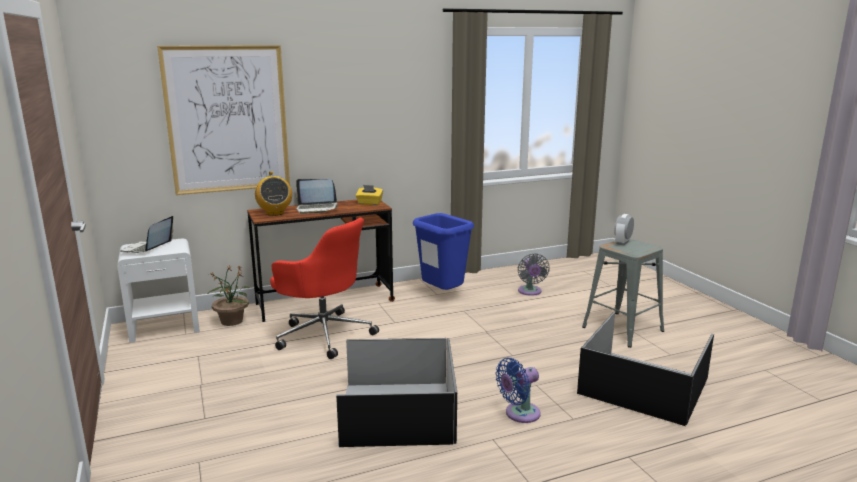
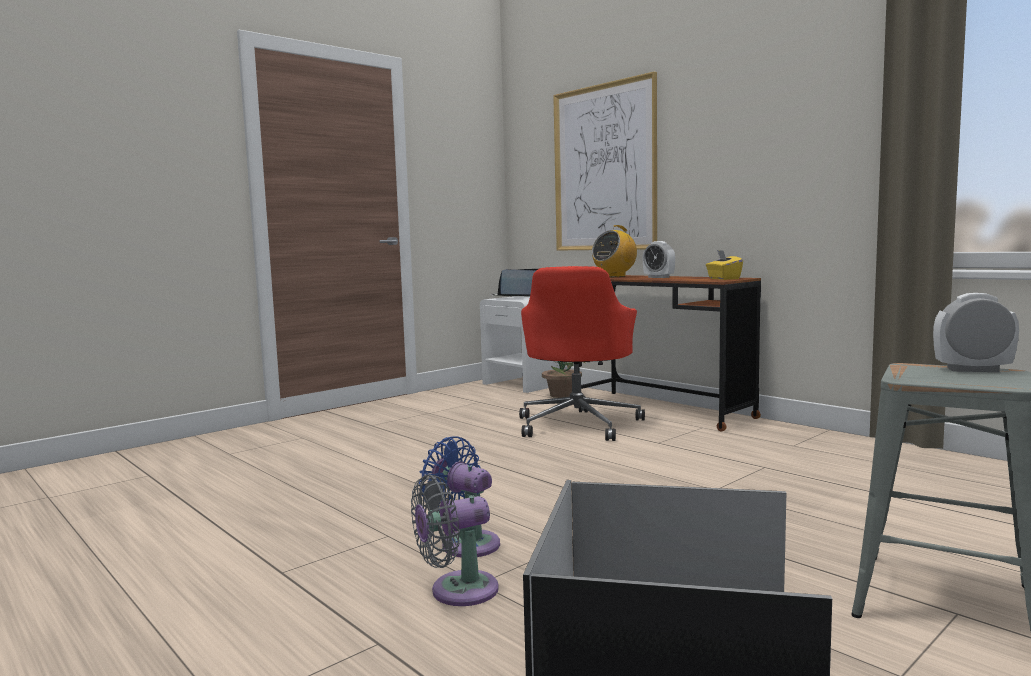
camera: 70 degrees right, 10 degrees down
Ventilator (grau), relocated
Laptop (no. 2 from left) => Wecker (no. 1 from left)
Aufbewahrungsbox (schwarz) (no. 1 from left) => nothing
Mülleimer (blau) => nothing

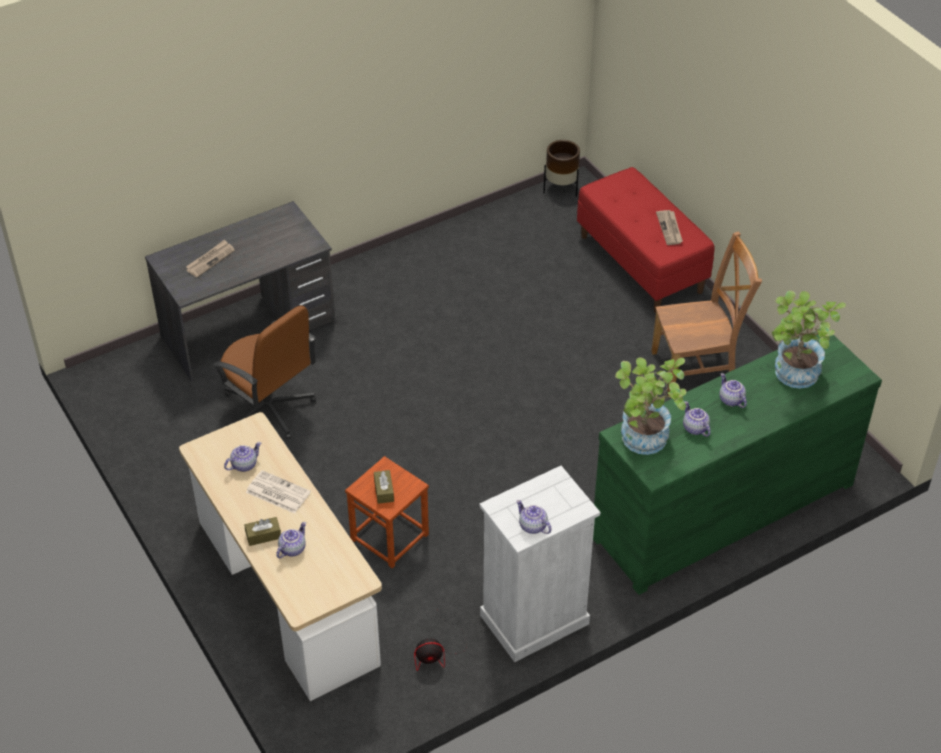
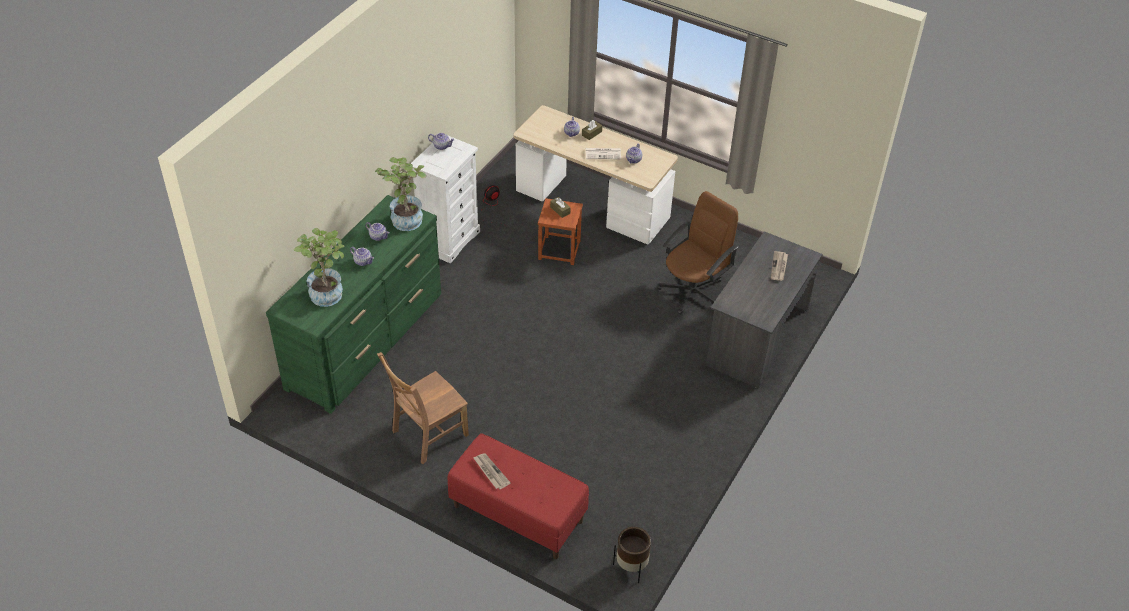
camera: 150 degrees right, 0 degrees up
Bürostuhl (braun), 120 degrees clockwise

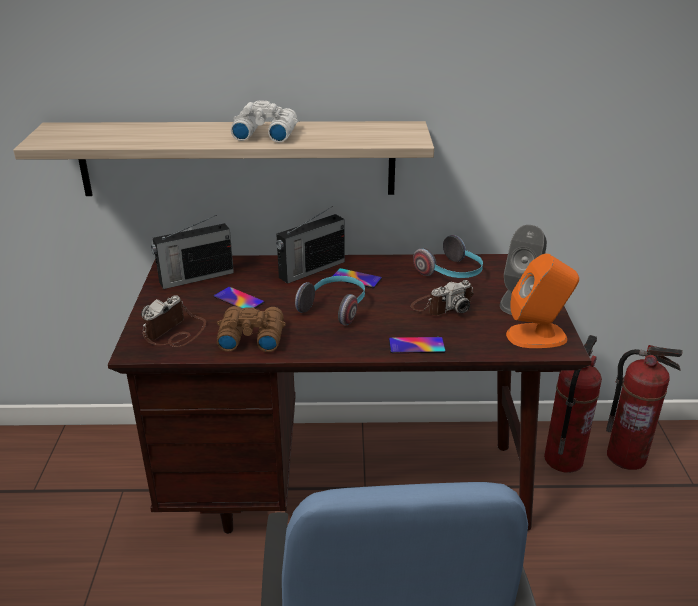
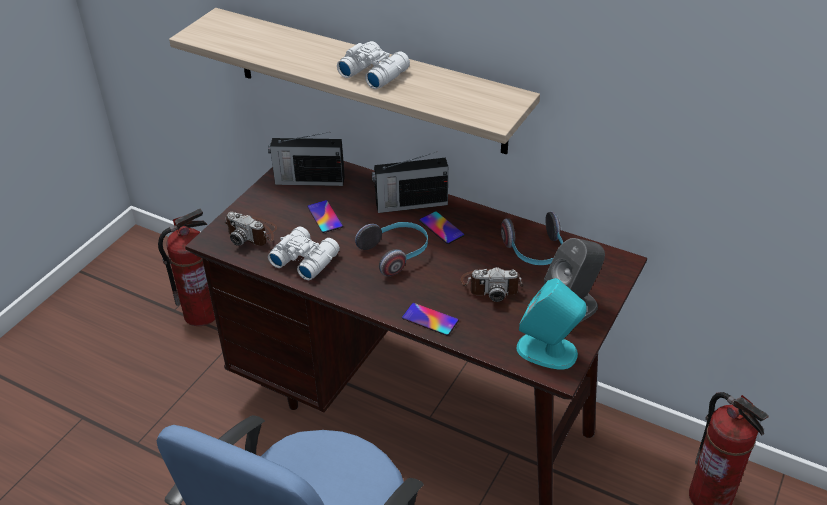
camera: 30 degrees right, 10 degrees up
Feuerlöscher (no. 1 from left), relocated
Kamera (no. 1 from left), 120 degrees counterclockwise
Fernglas (braun) => Fernglas (weiß) (no. 1 from left)
Lautsprecher (orange) => Lautsprecher (türkis)

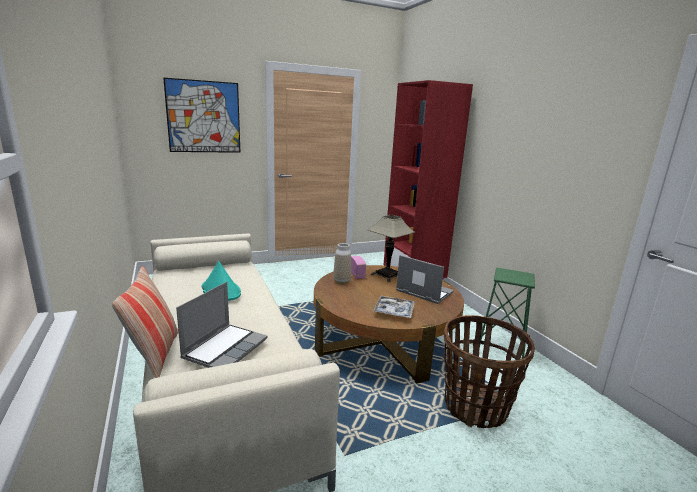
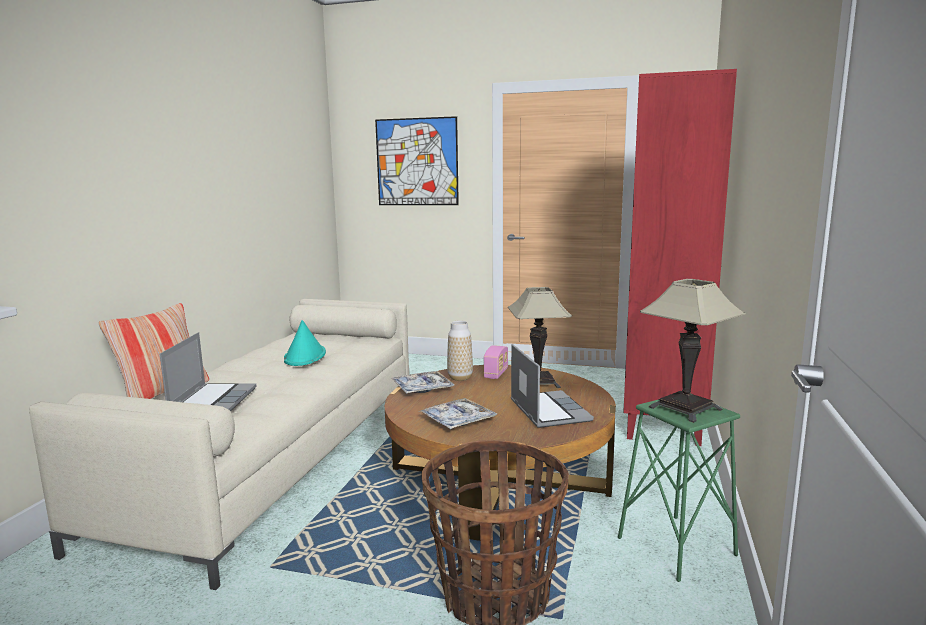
camera: 40 degrees right, 5 degrees down
Laptop (no. 1 from left), 60 degrees counterclockwise
nothing => Tablett (no. 1 from left)
nothing => Tischlampe (no. 2 from left)

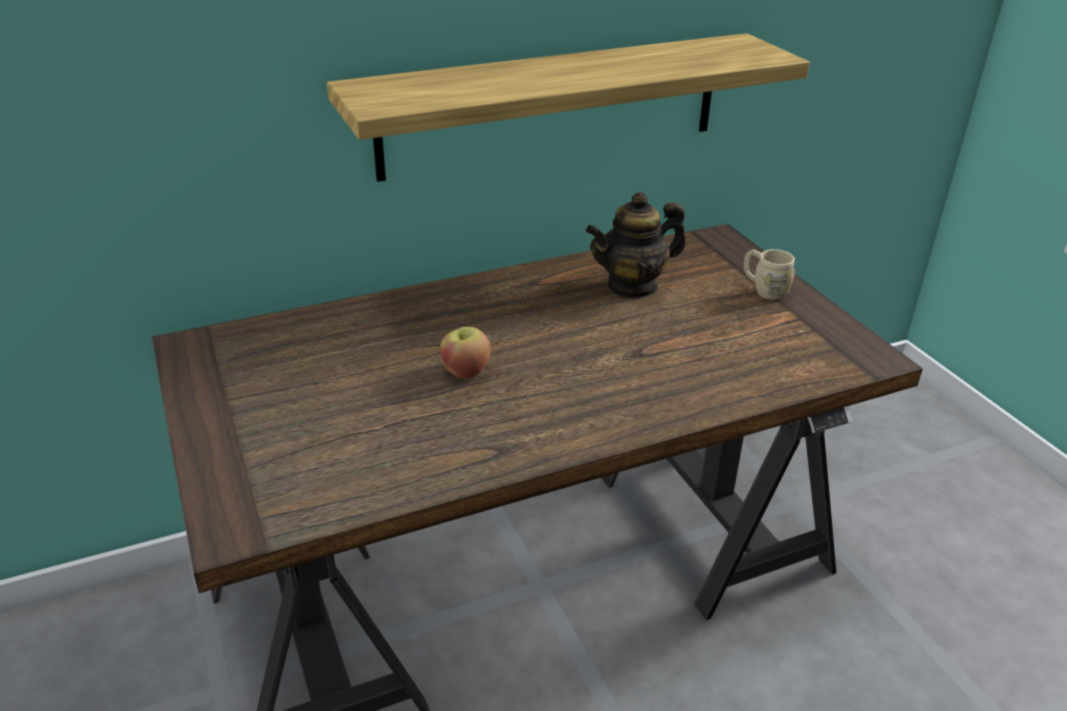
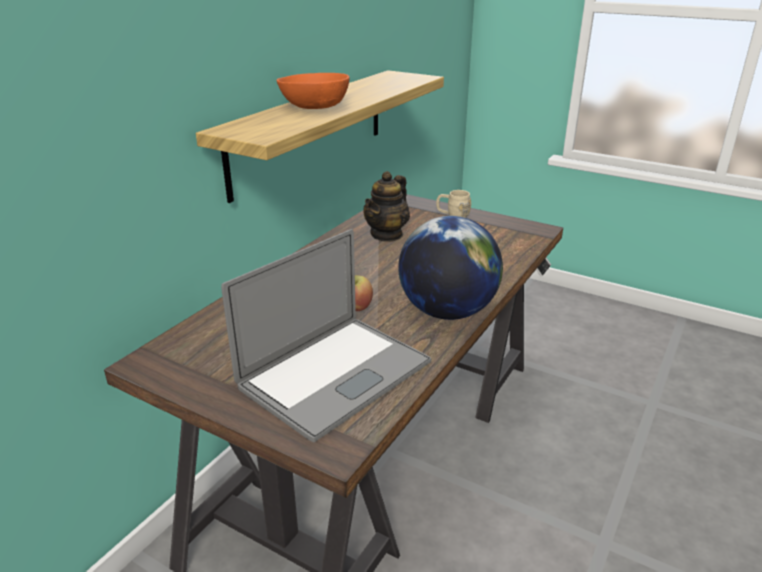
camera: 35 degrees left, 5 degrees down
nothing => Laptop
nothing => Schüssel (orange)
nothing => Globus

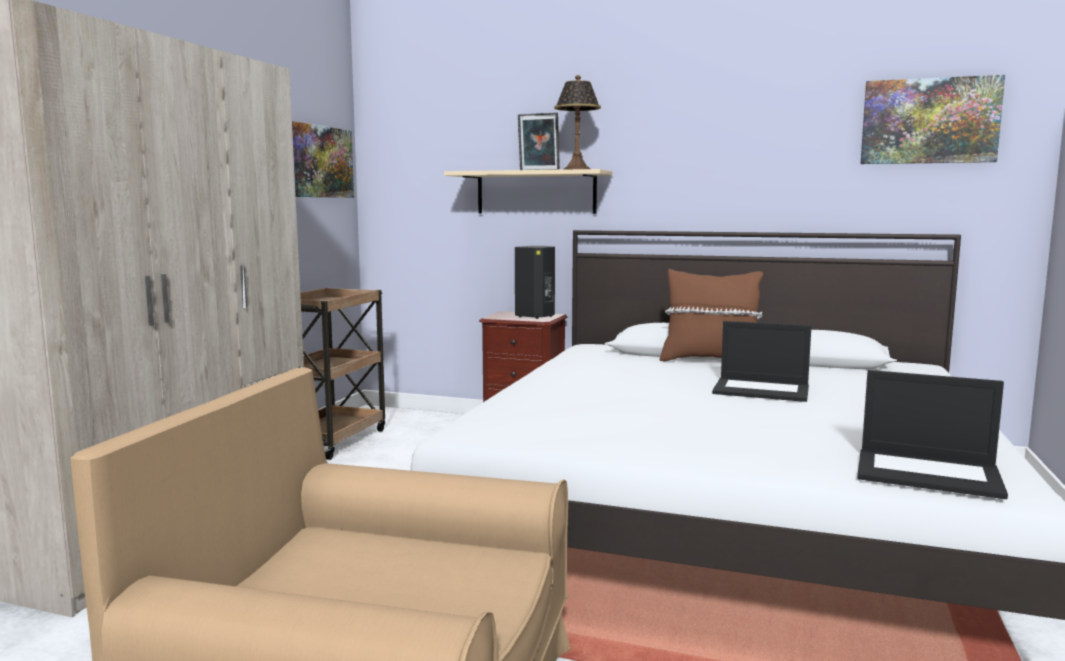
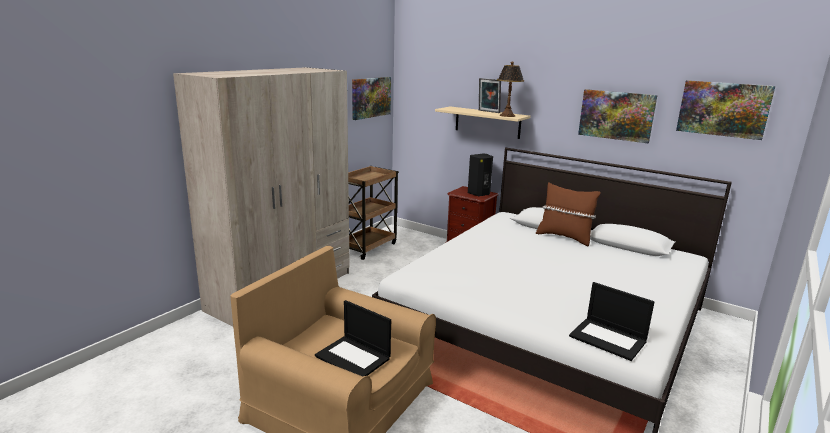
camera: 15 degrees right, 10 degrees up
Laptop (no. 1 from left), relocated
nothing => Bild (no. 2 from left)

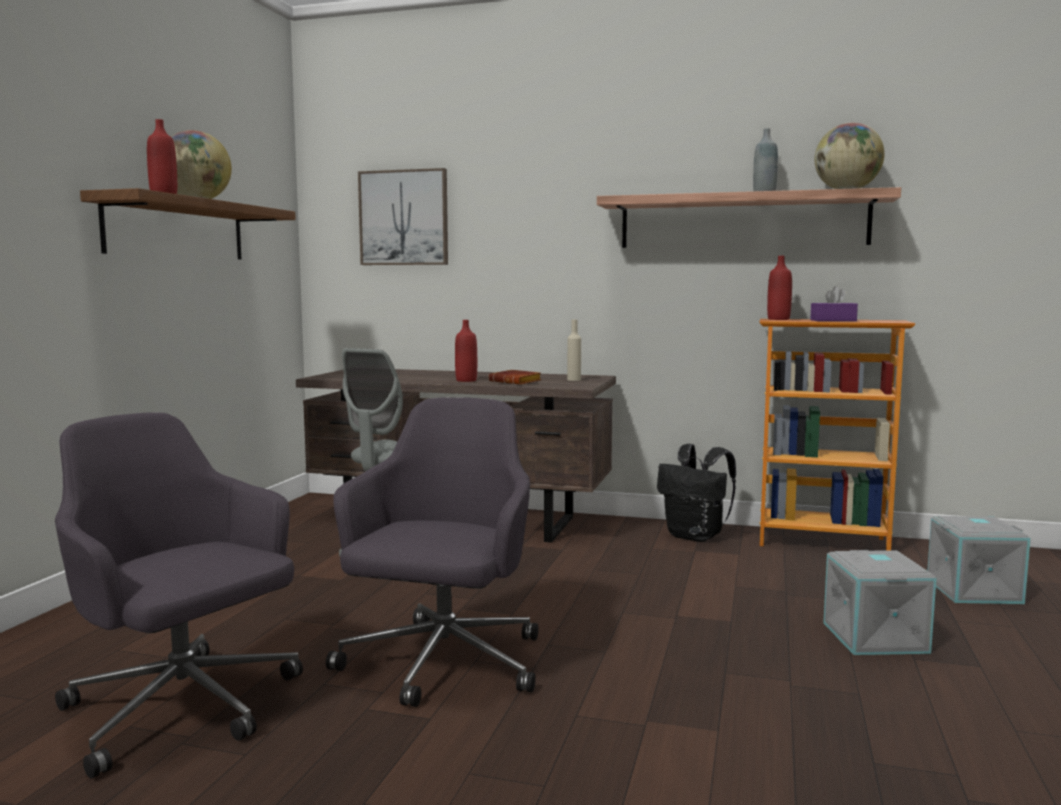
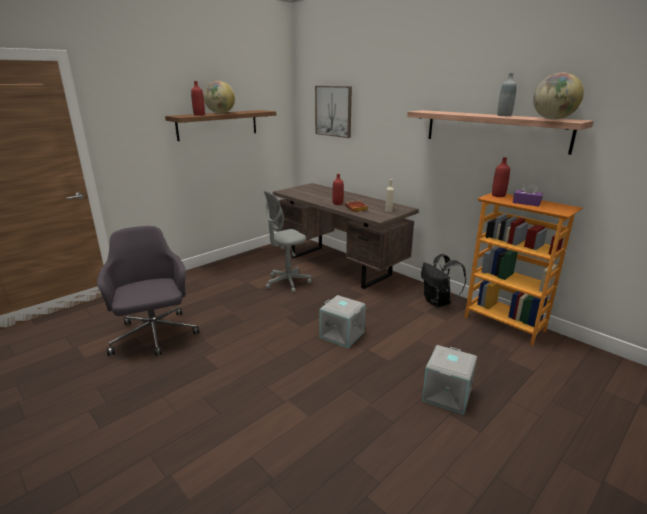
camera: 30 degrees right, 15 degrees up
Aufbewahrungsbox (grau) (no. 2 from left in the first image) => Aufbewahrungsbox (grau) (no. 1 from left), relocated
Bürostuhl (grau) (no. 3 from left) => nothing

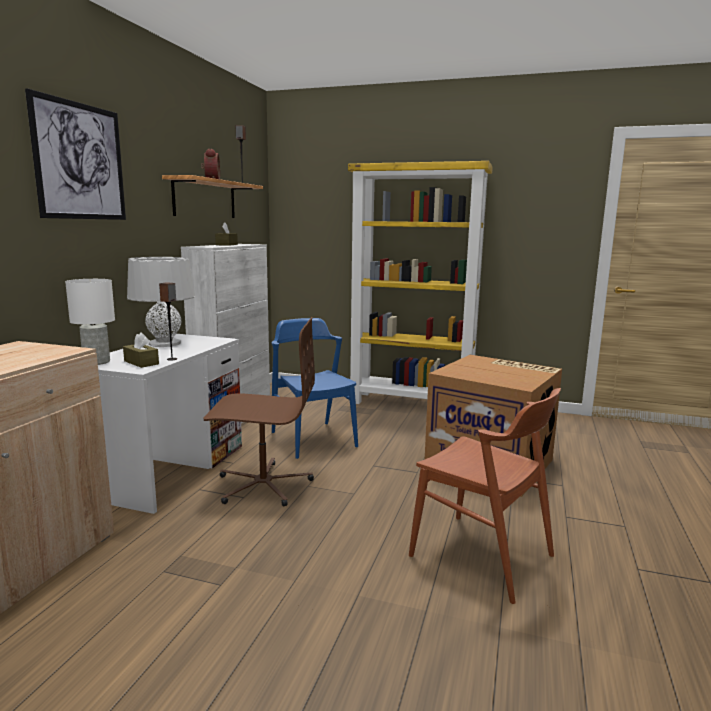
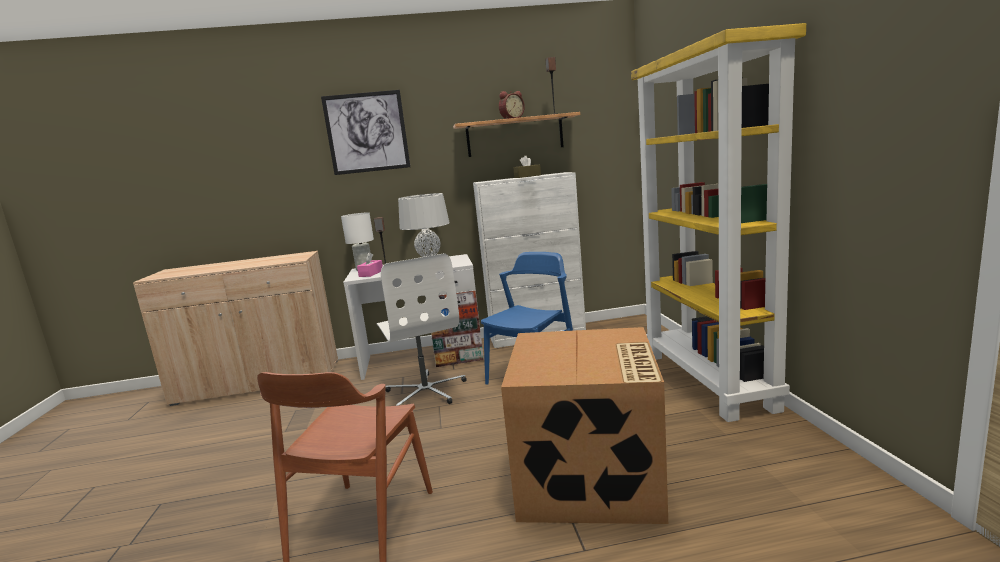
camera: 65 degrees right, 0 degrees up
Taschentuchbox (braun) (no. 1 from left) => Taschentuchbox (rosa)
Bürostuhl (braun) => Bürostuhl (weiß)

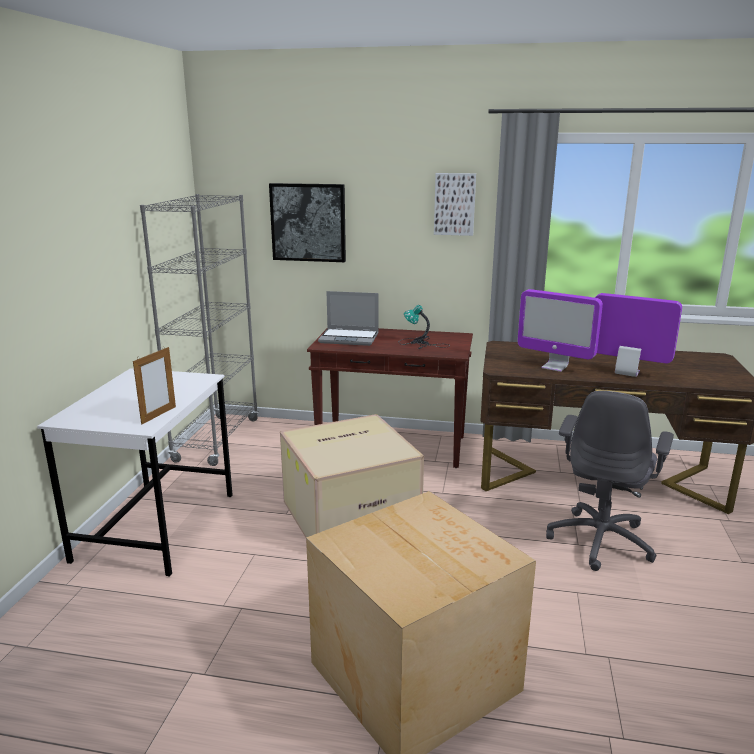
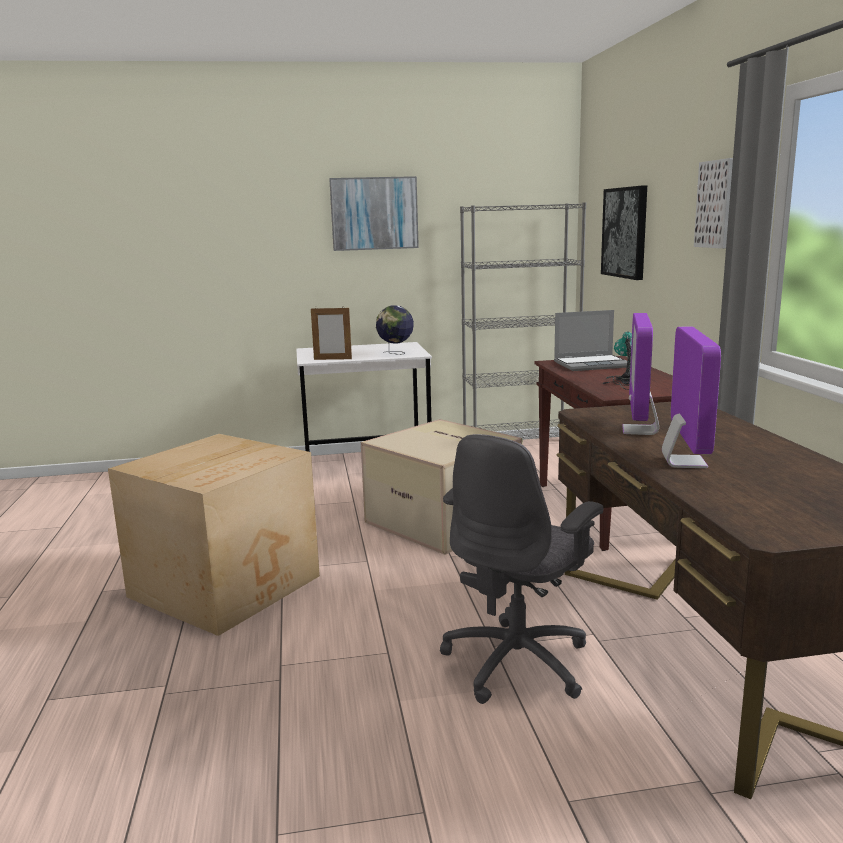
camera: 70 degrees right, 5 degrees down
nothing => Bild (no. 1 from left)
nothing => Globus
Bürostuhl (grau), 60 degrees counterclockwise
Laptop, 90 degrees counterclockwise

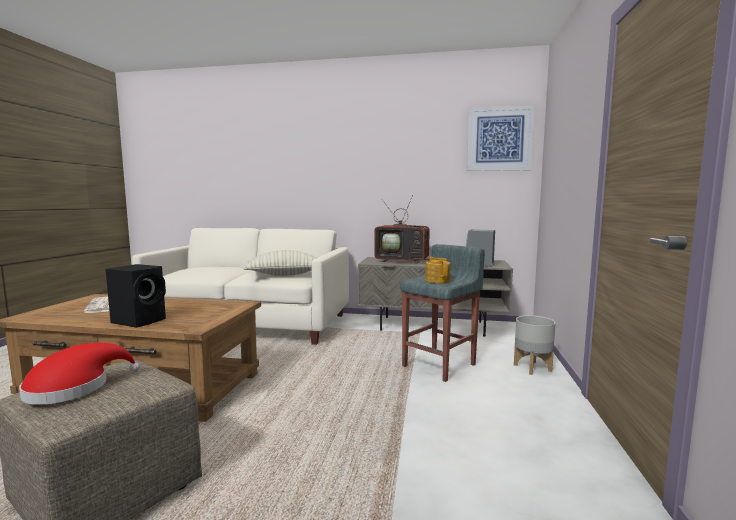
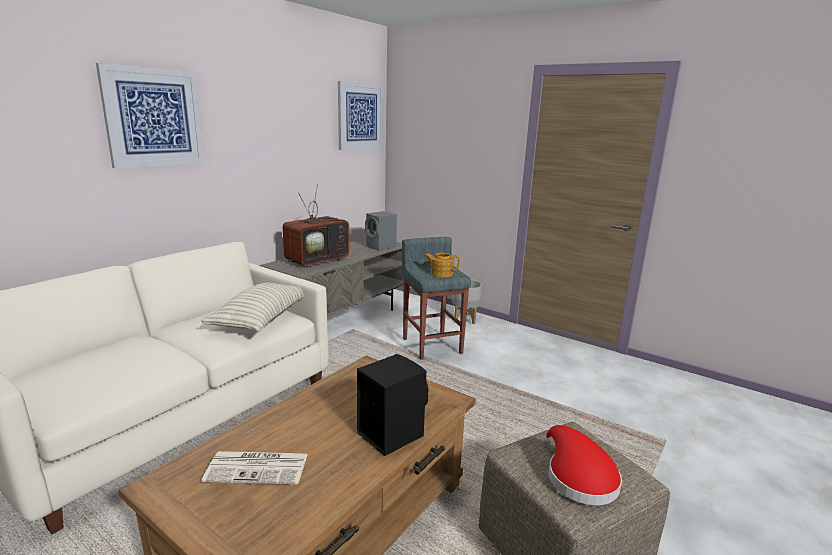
camera: 65 degrees left, 10 degrees up
nothing => Bild (no. 1 from left)

